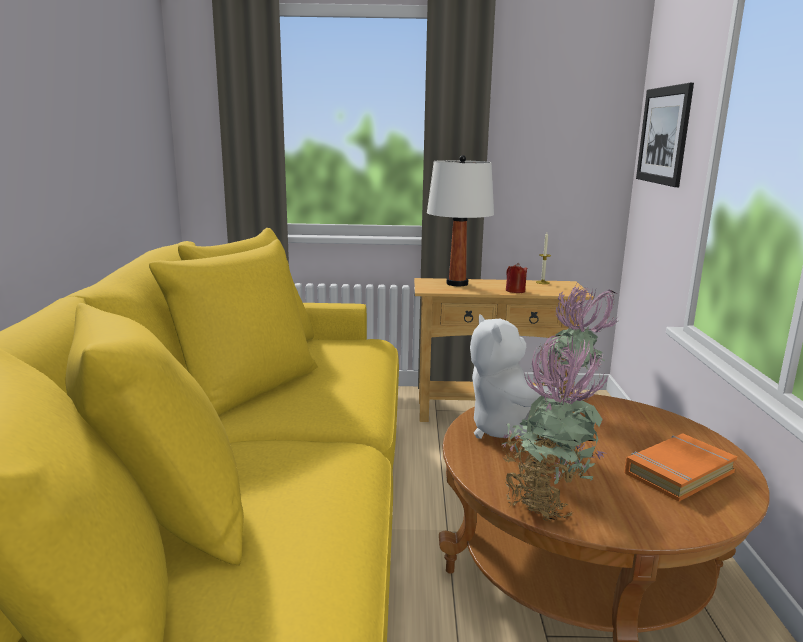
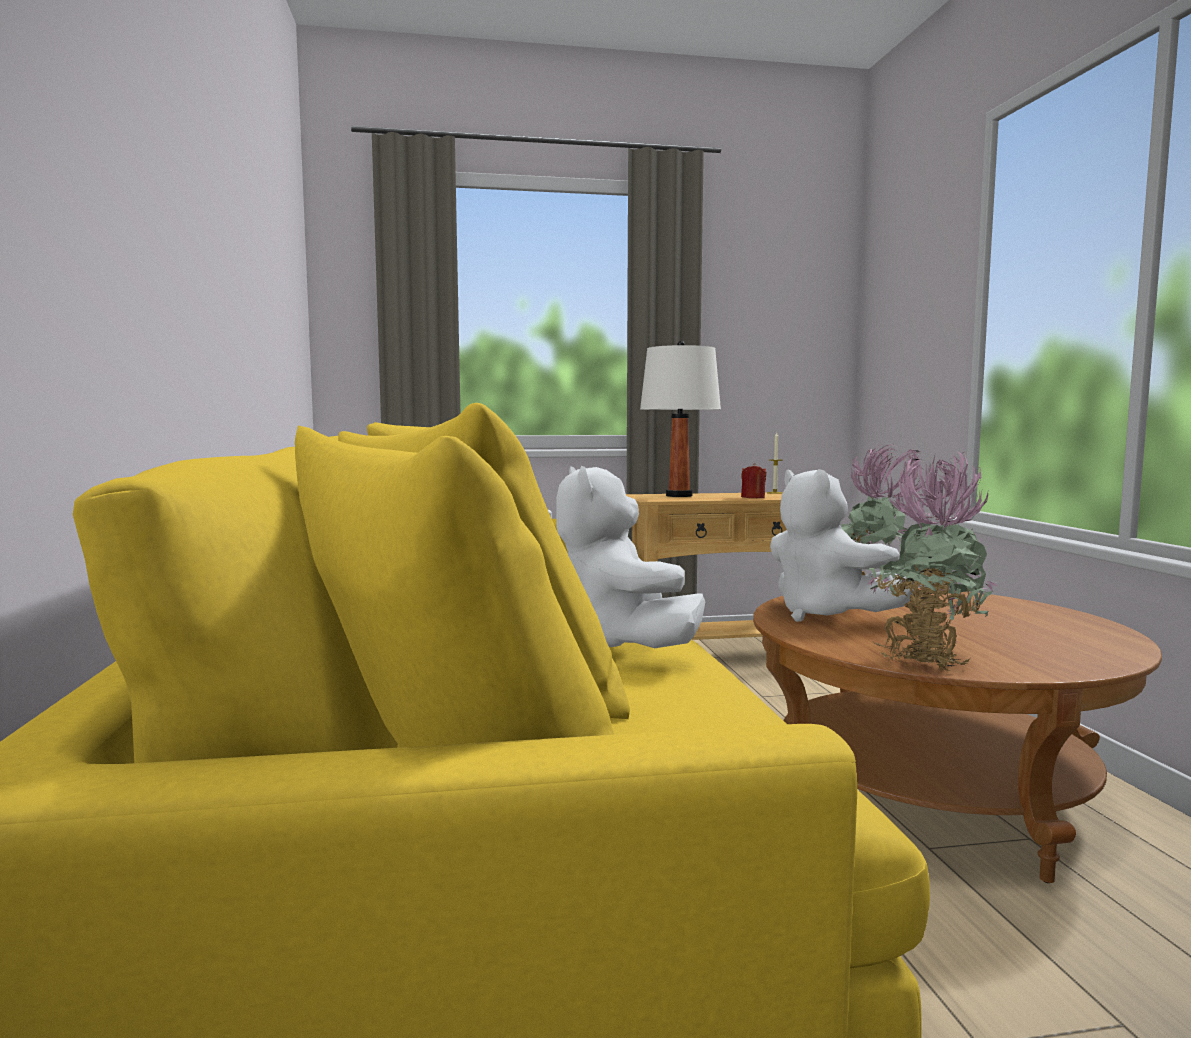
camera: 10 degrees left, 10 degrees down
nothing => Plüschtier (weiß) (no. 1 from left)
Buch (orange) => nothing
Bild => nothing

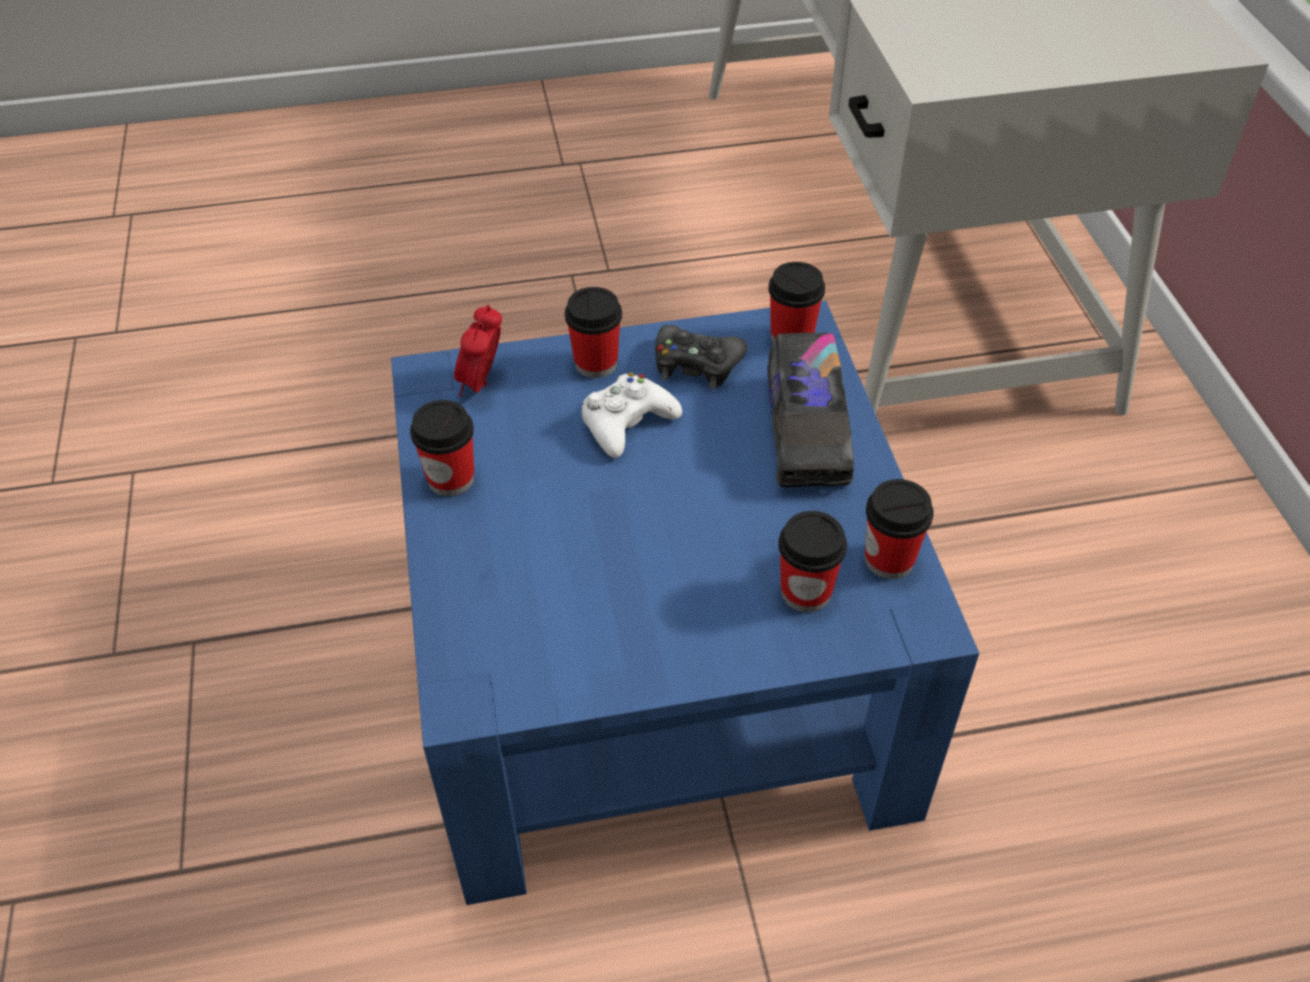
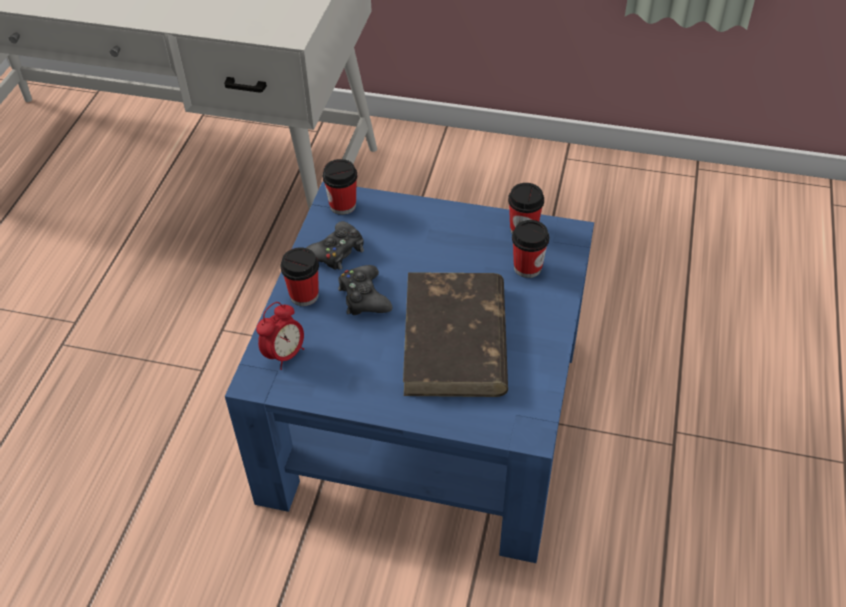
camera: 65 degrees left, 0 degrees up
Wecker, 90 degrees counterclockwise
Gamepad (weiß) => Gamepad (schwarz) (no. 2 from left)
nothing => Buch (braun)
Tasse (no. 1 from left) => nothing
Spielzeuglaster => nothing

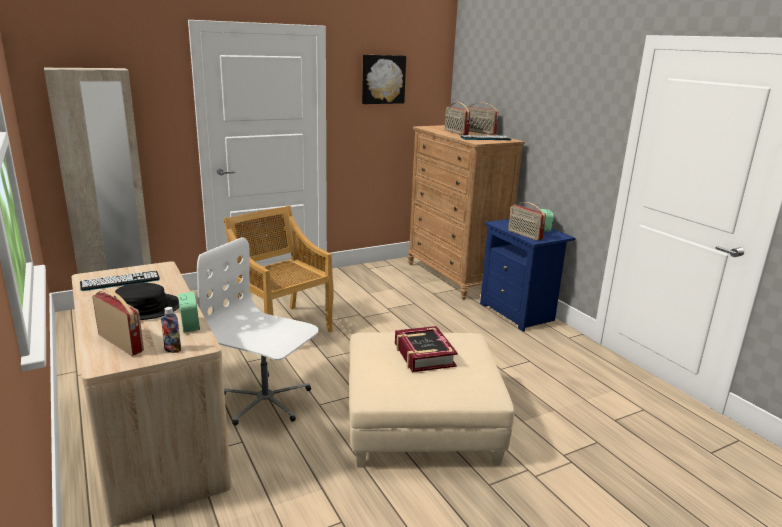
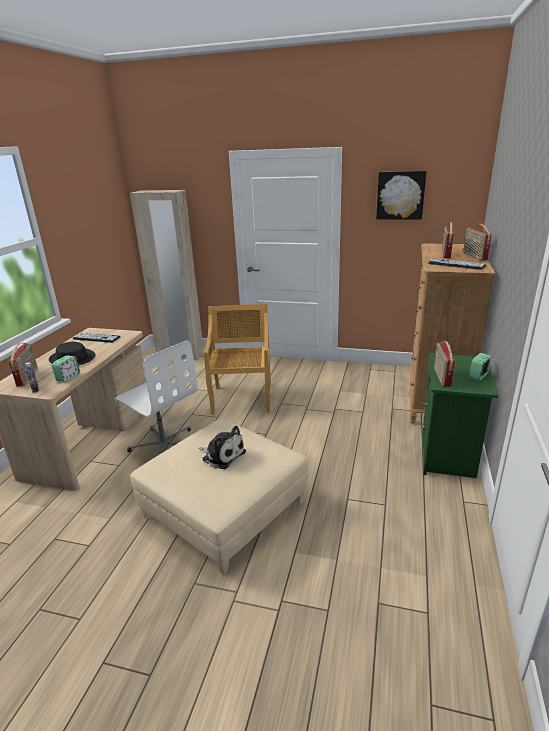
camera: 45 degrees right, 5 degrees up
Bürostuhl (weiß), 150 degrees clockwise
Buch => Plüschtier
Nachttisch (blau) => Nachttisch (grün)

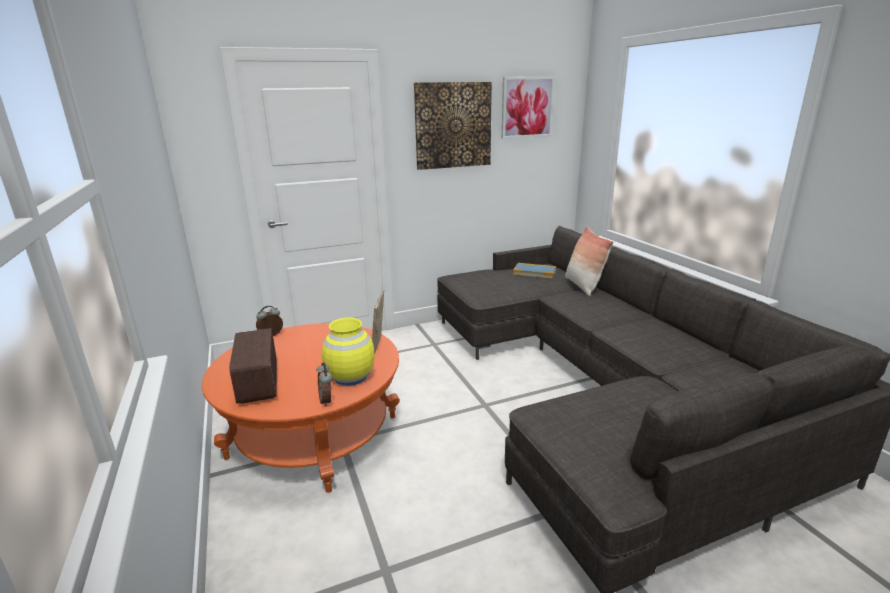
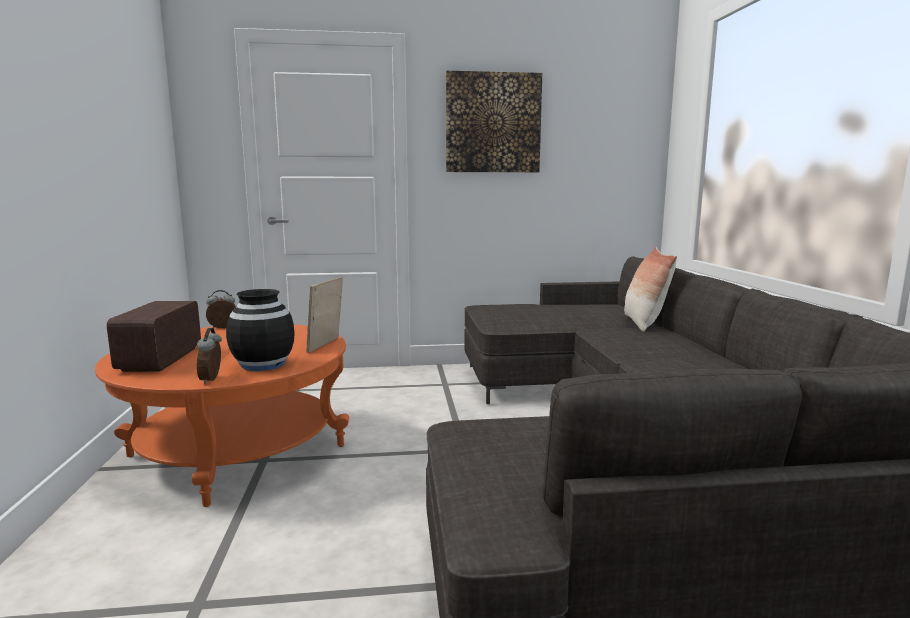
camera: 15 degrees right, 10 degrees down
Vase (gelb) => Vase (schwarz)
Bild (no. 2 from left) => nothing
Buch => nothing

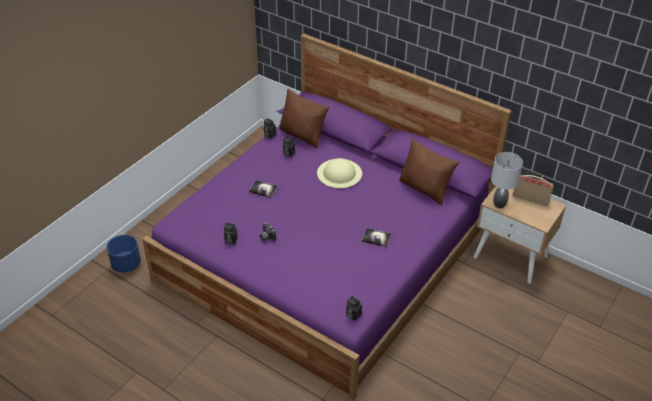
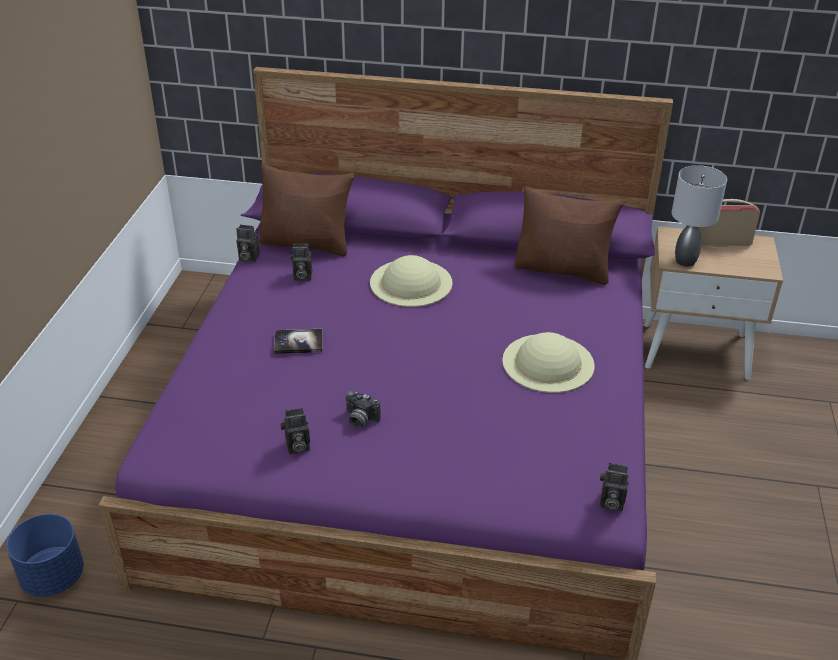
camera: 25 degrees left, 5 degrees down
Buch (no. 2 from left) => Hut (beige) (no. 2 from left)

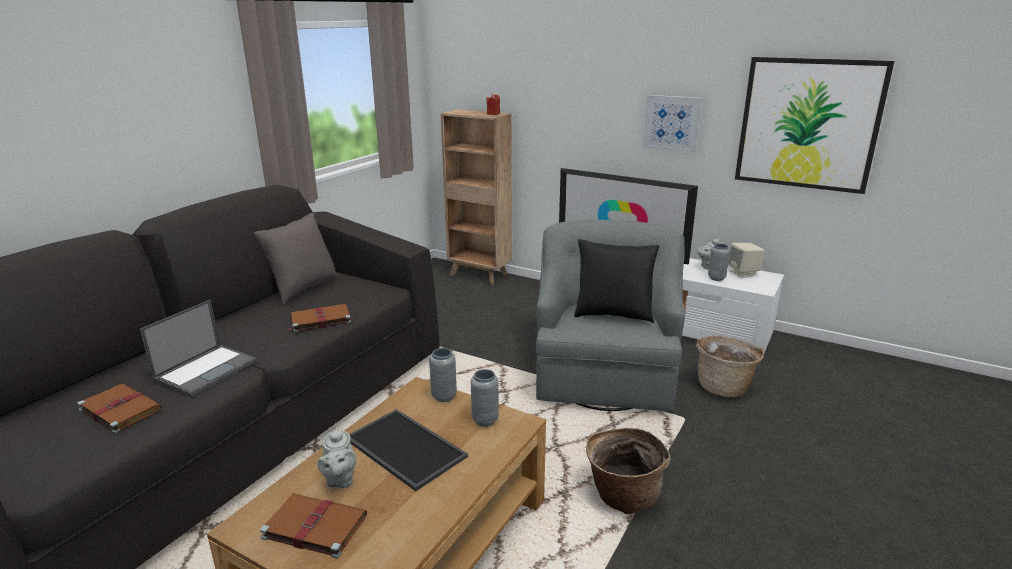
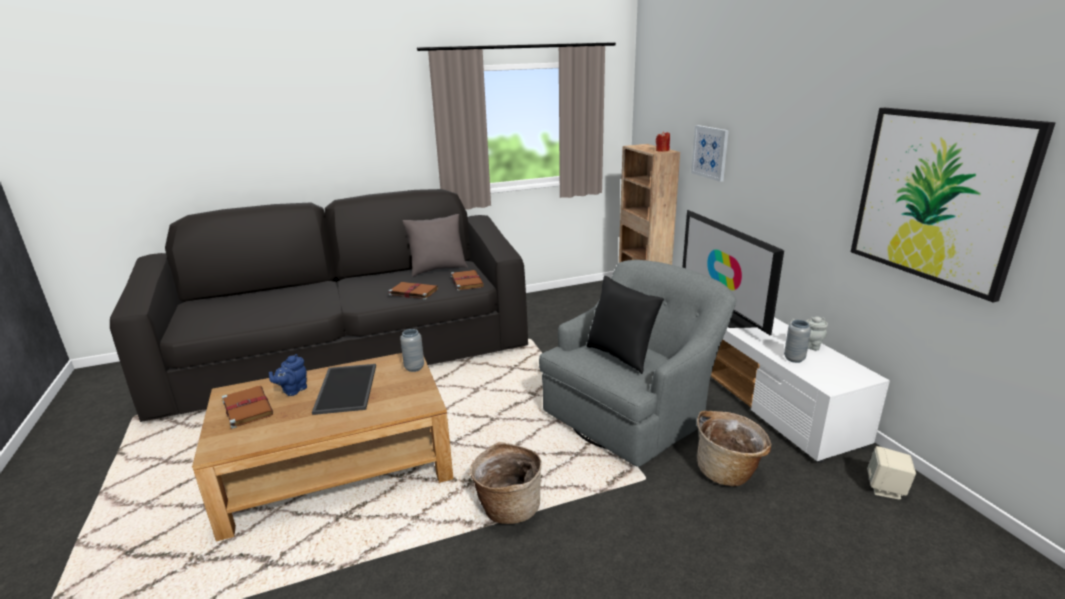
camera: 40 degrees right, 0 degrees up
Teekanne (grau) (no. 1 from left) => Teekanne (blau)
Buch (braun) (no. 1 from left in the first image) => Buch (braun) (no. 3 from left), relocated
Bild (no. 1 from left), relocated
Lautsprecher (beige), relocated
Laptop => nothing
Vase (grau) (no. 2 from left) => nothing

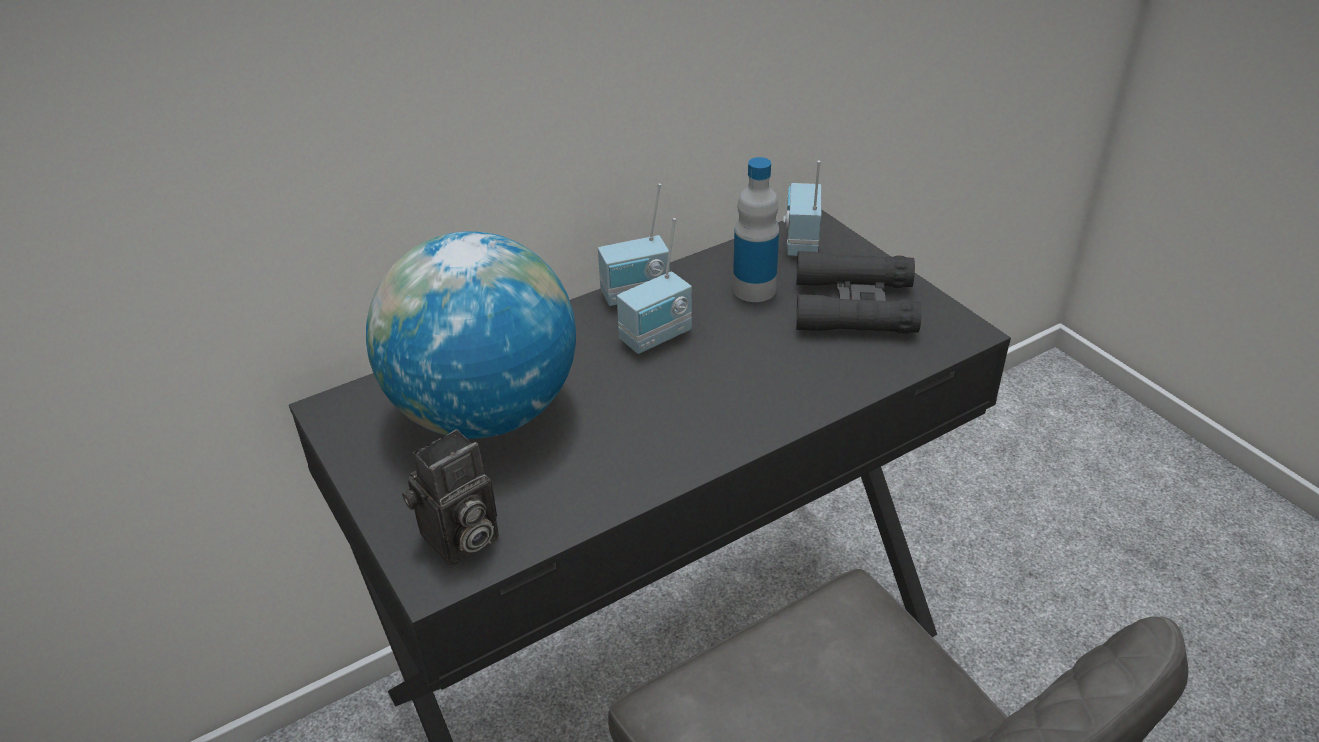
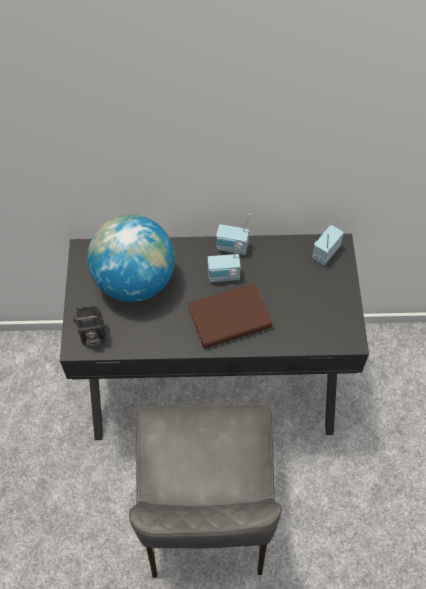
camera: 30 degrees right, 20 degrees up
nothing => Buch (braun)
Flasche => nothing
Fernglas (schwarz) => nothing

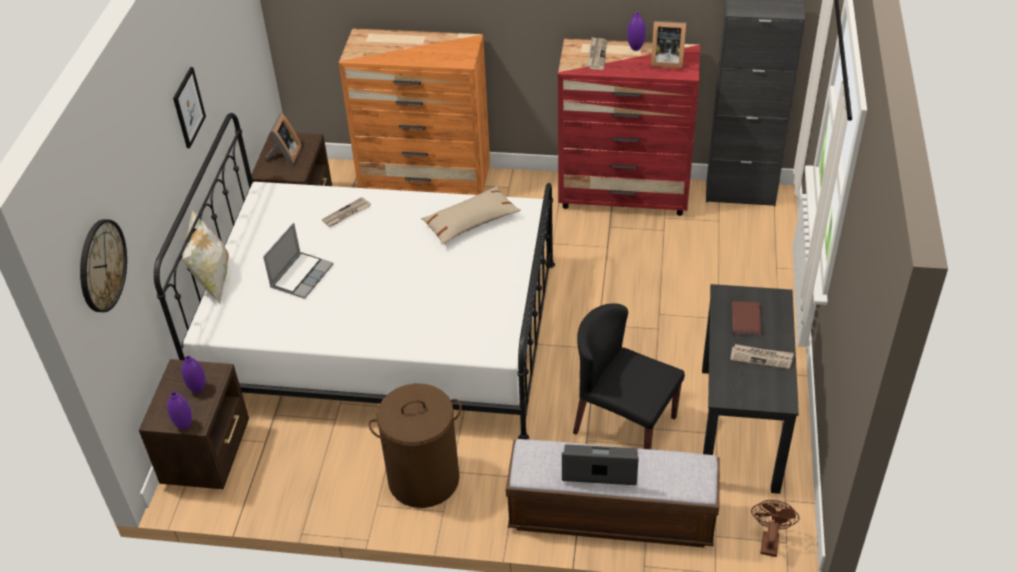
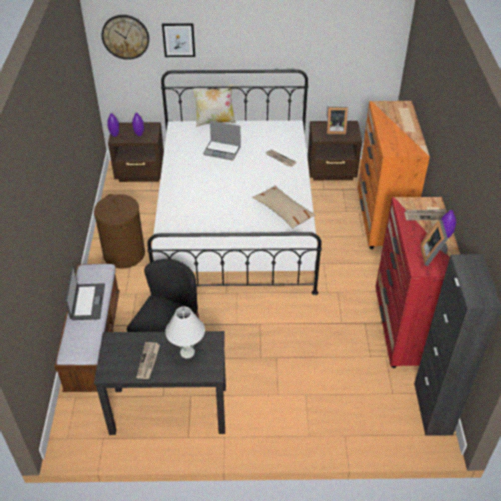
camera: 80 degrees right, 0 degrees up
Bild, relocated
Buch (braun) => Tischlampe (weiß)
Ventilator (braun) => nothing

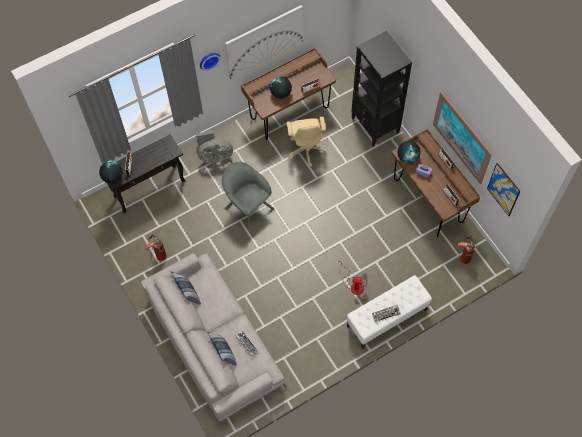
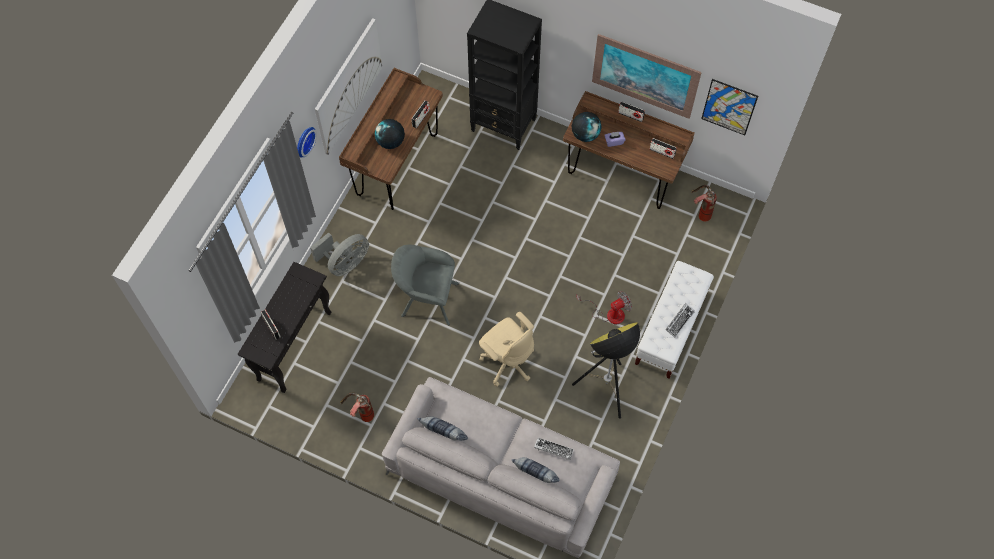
camera: 35 degrees left, 0 degrees up
Bürostuhl (beige), relocated
nothing => Stehlampe
Globus (no. 1 from left) => nothing

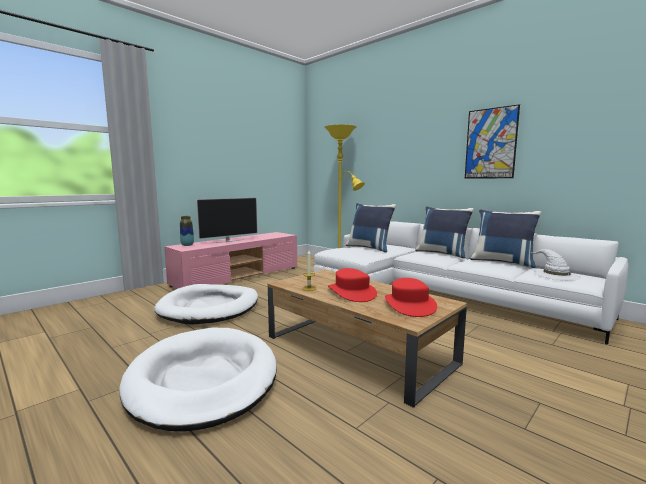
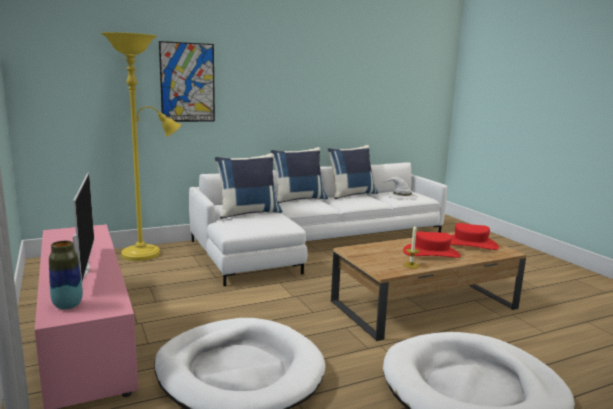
camera: 70 degrees left, 5 degrees up
Bild, relocated

